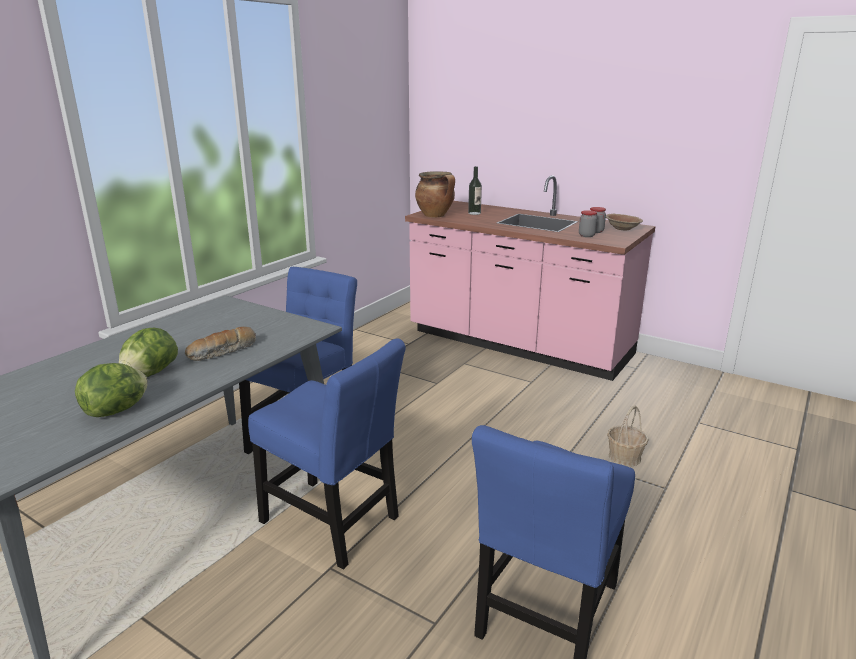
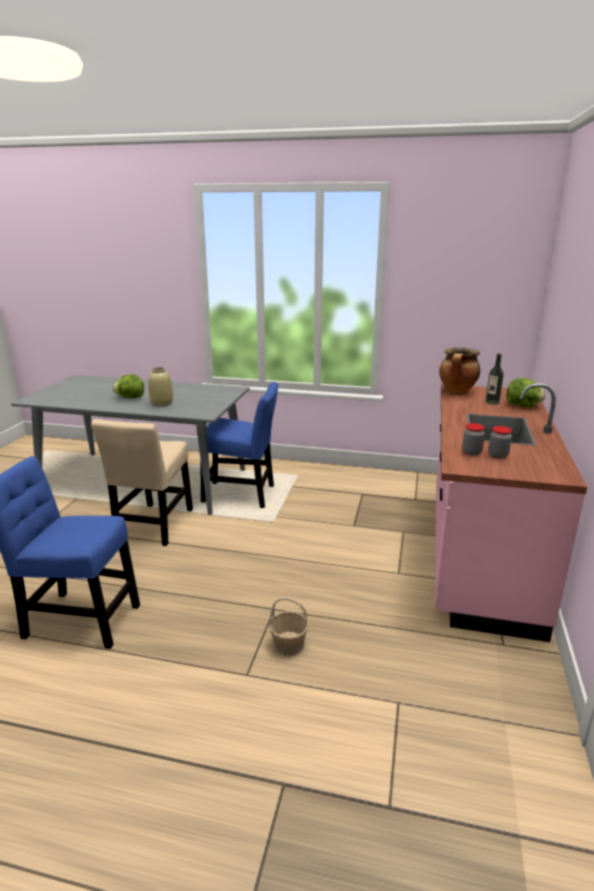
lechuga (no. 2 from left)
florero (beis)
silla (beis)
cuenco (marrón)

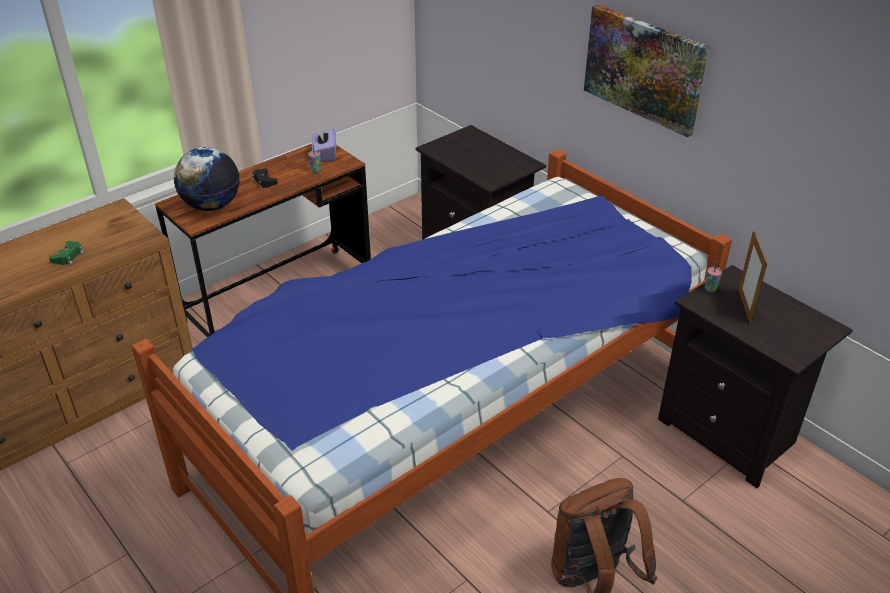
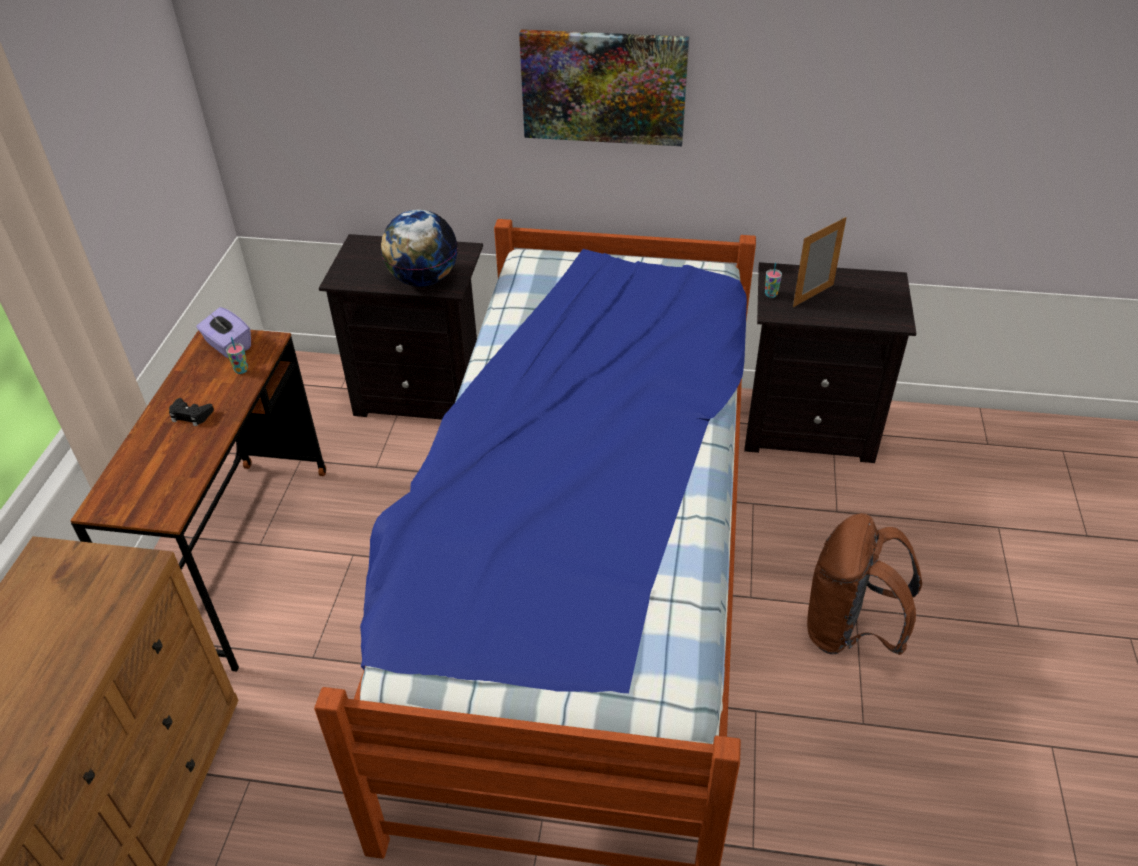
mando de consola (verde)
globo terráqueo
portarretratos

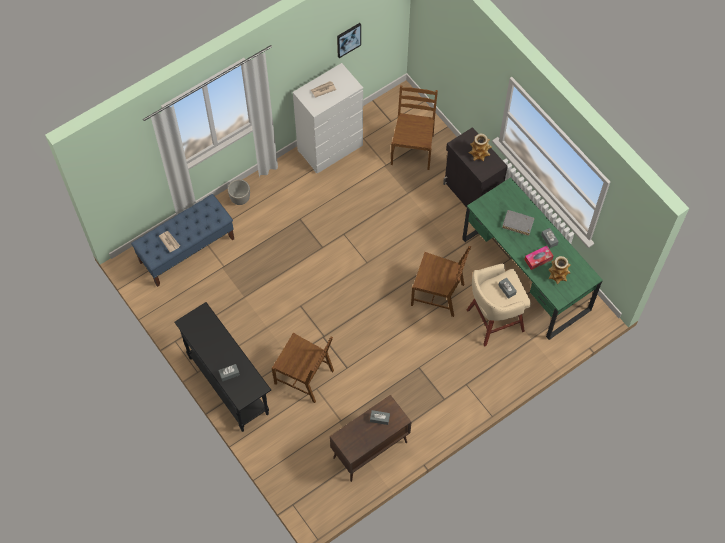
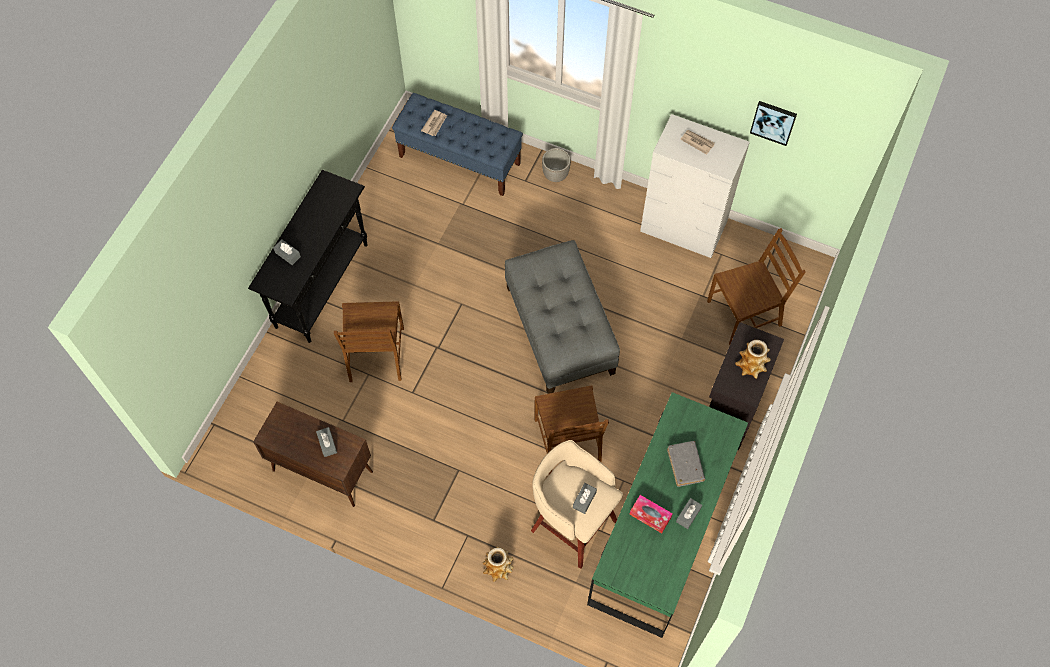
florero (no. 1 from left)
puf (gris)

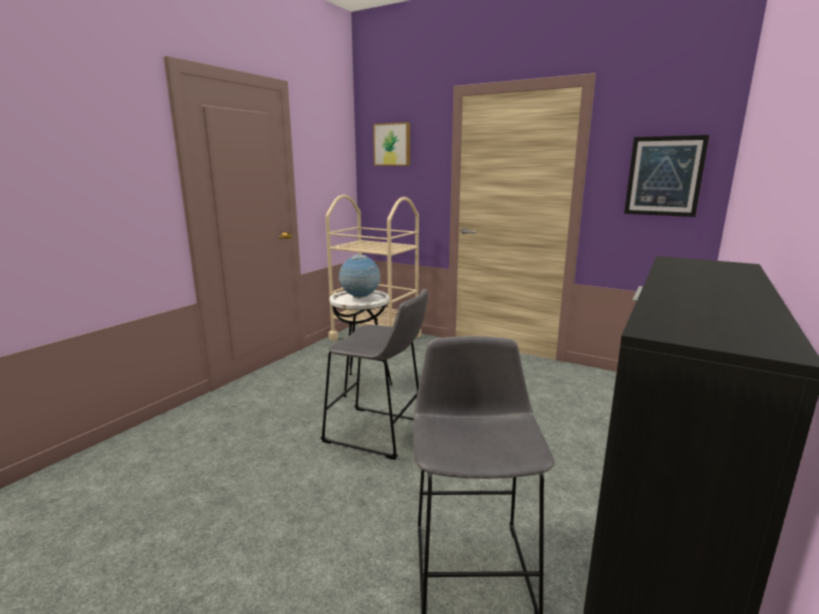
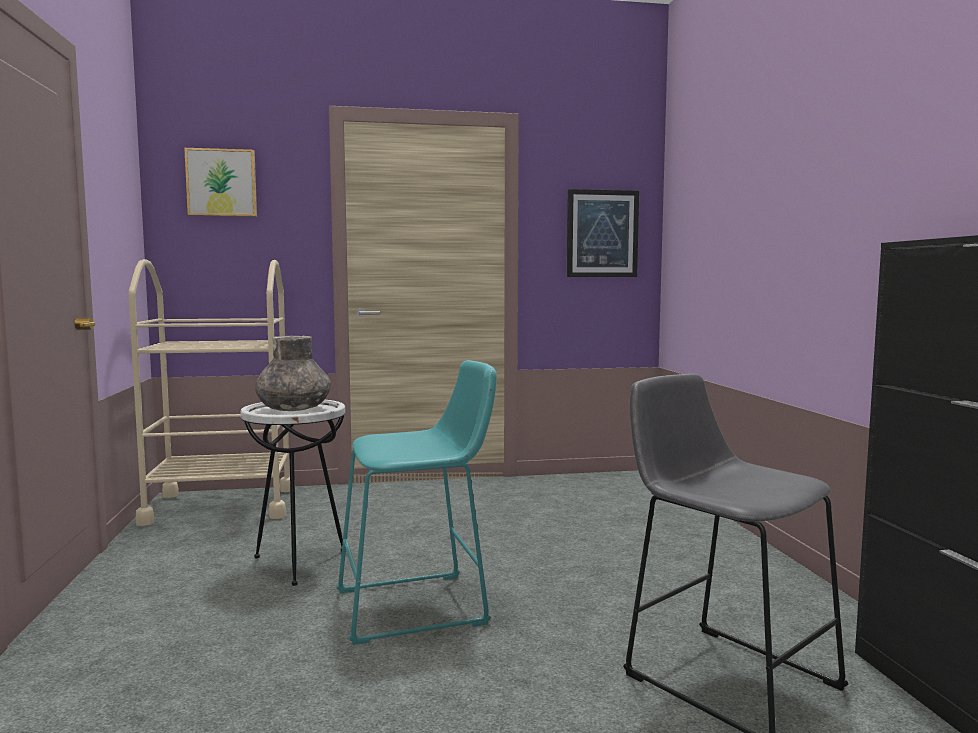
taburete (turquesa)
florero (gris)

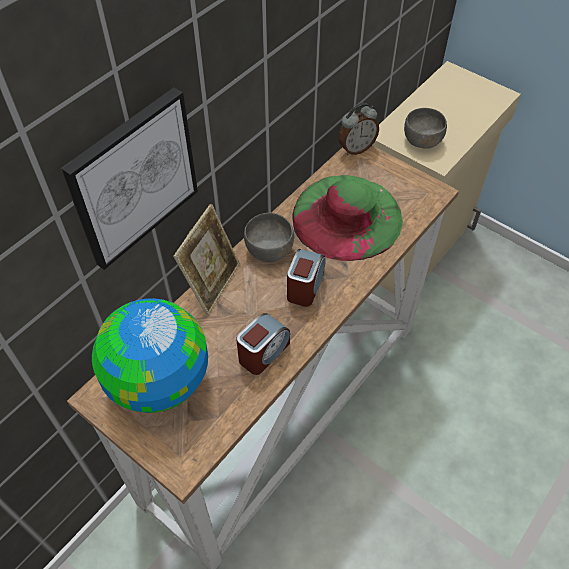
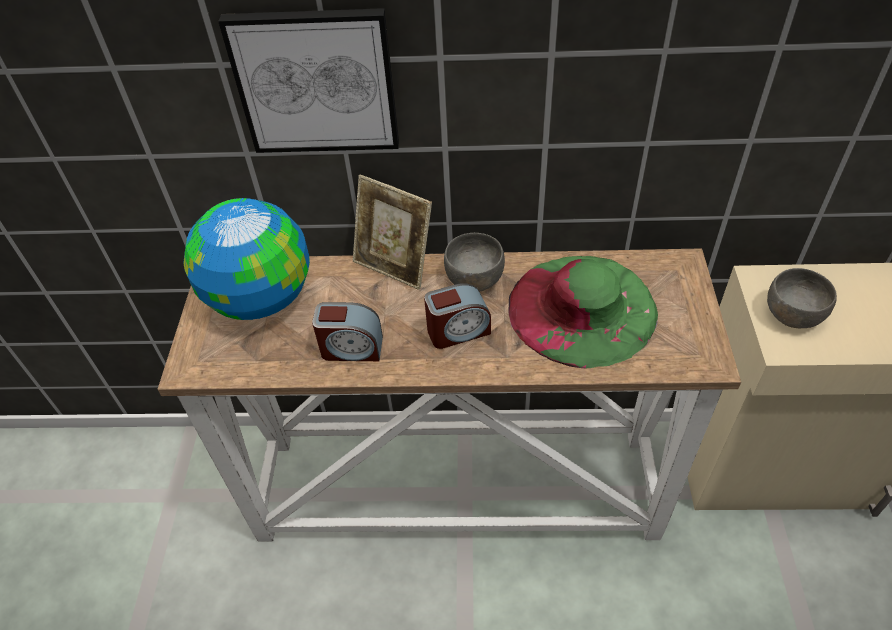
portarretratos
despertador (no. 3 from left in the first image)

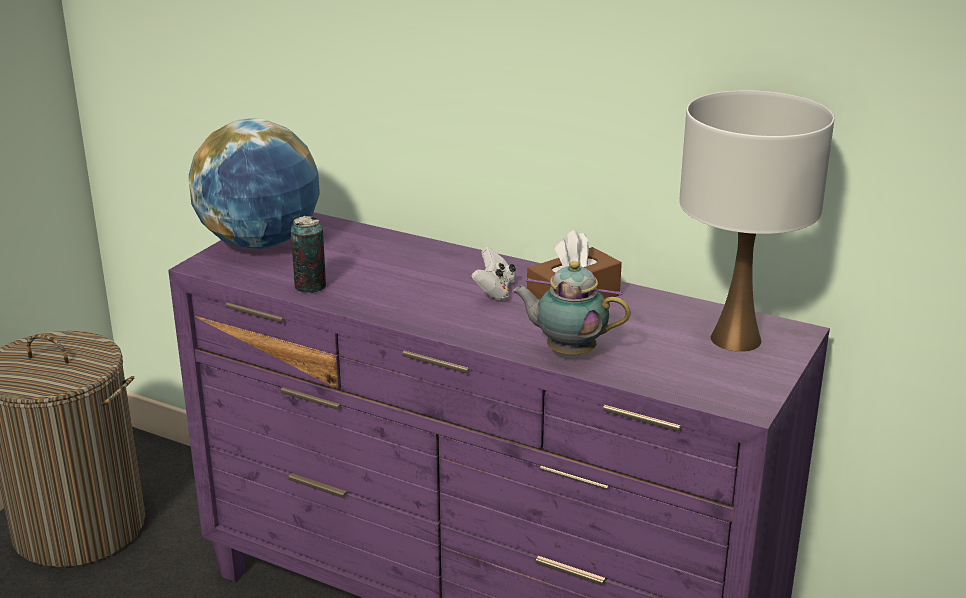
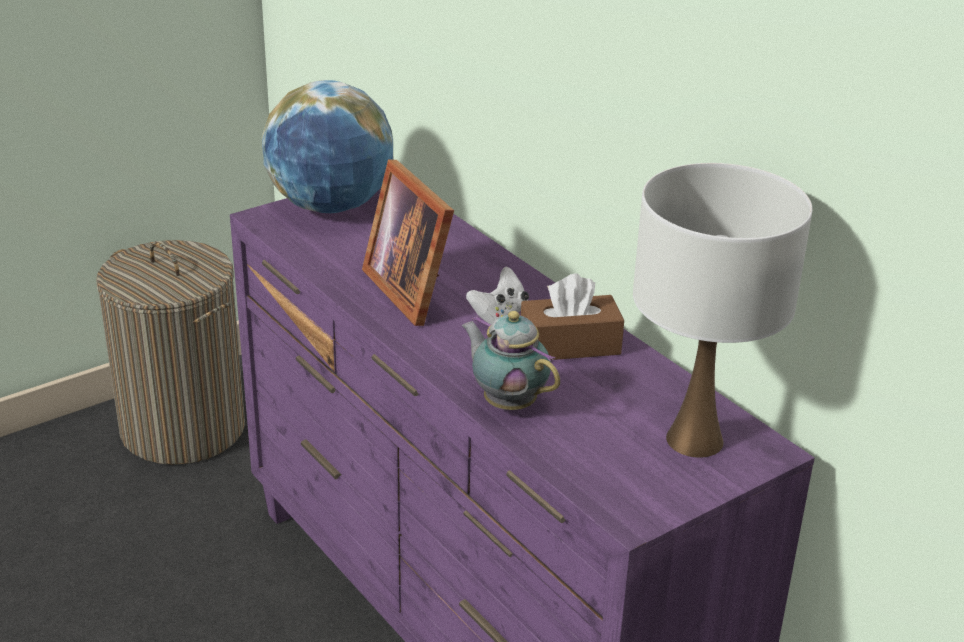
lata
portarretratos

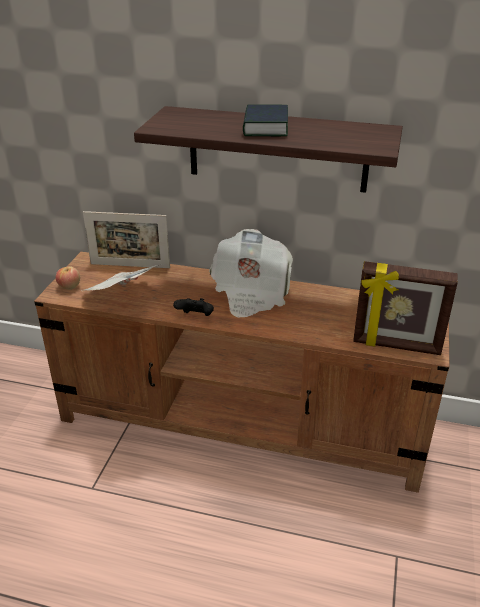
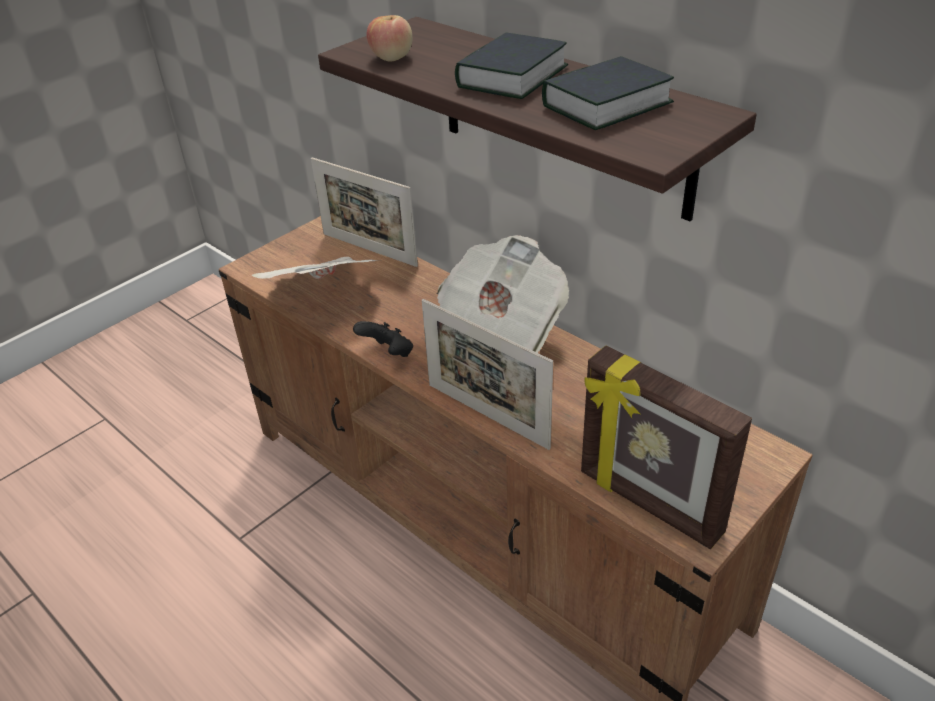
manzana
portarretratos (no. 2 from left)
libro (no. 2 from left)

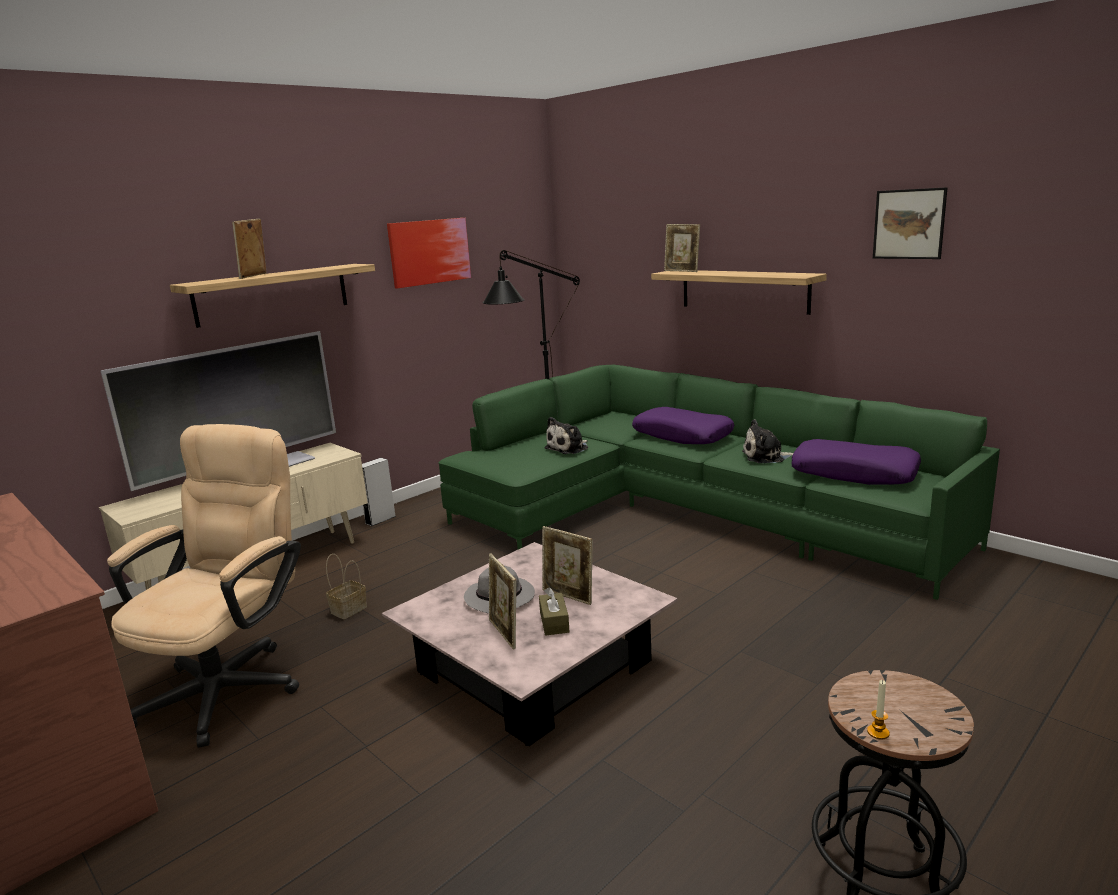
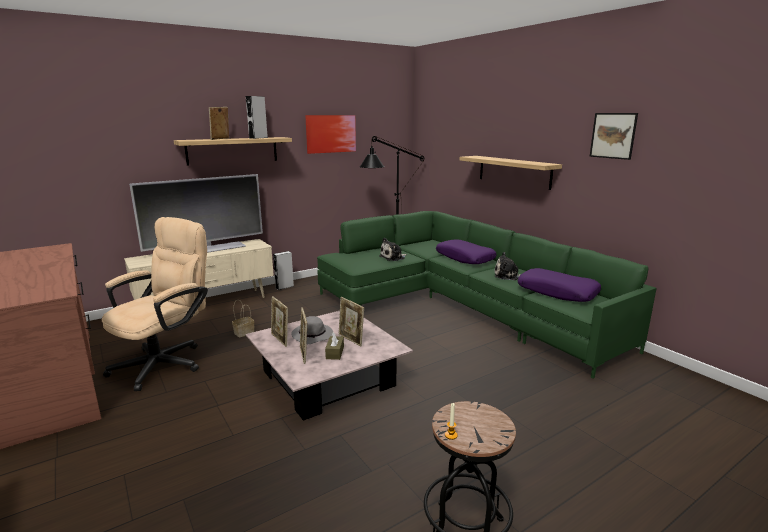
portarretratos (no. 2 from left)
altavoz (gris) (no. 1 from left)

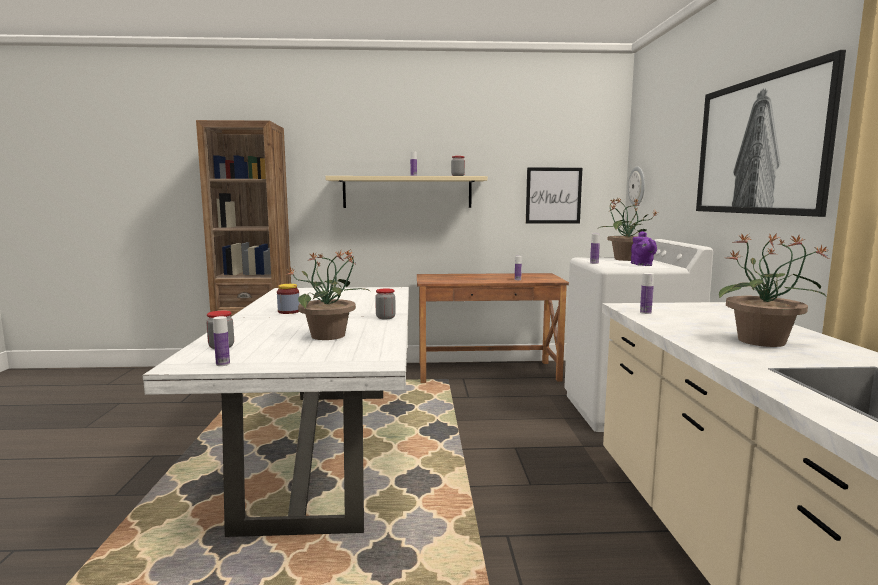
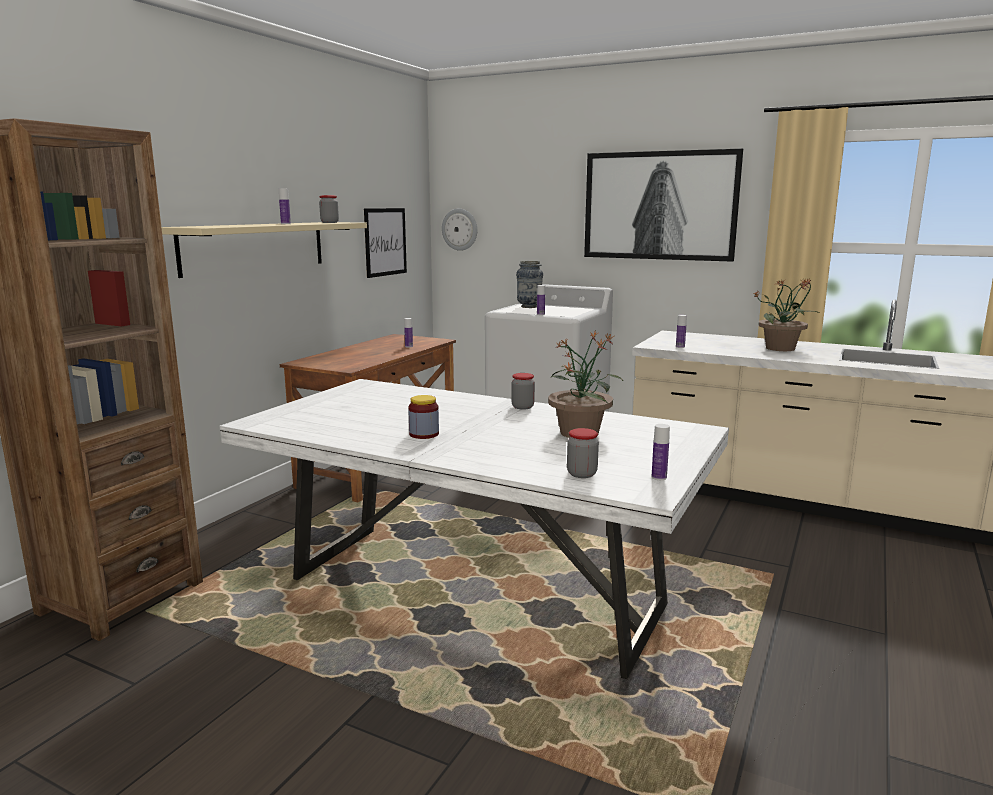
florero
tetera (morado)

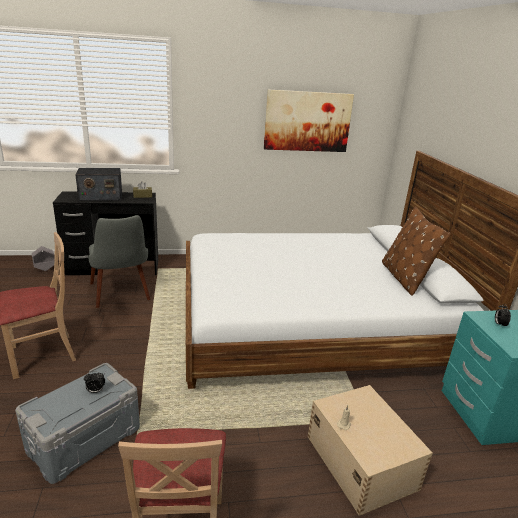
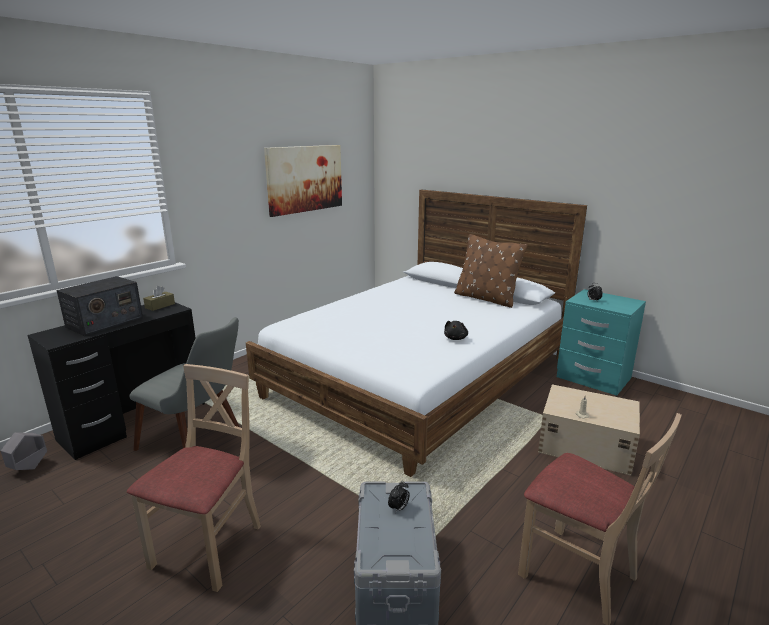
peluche (negro)

